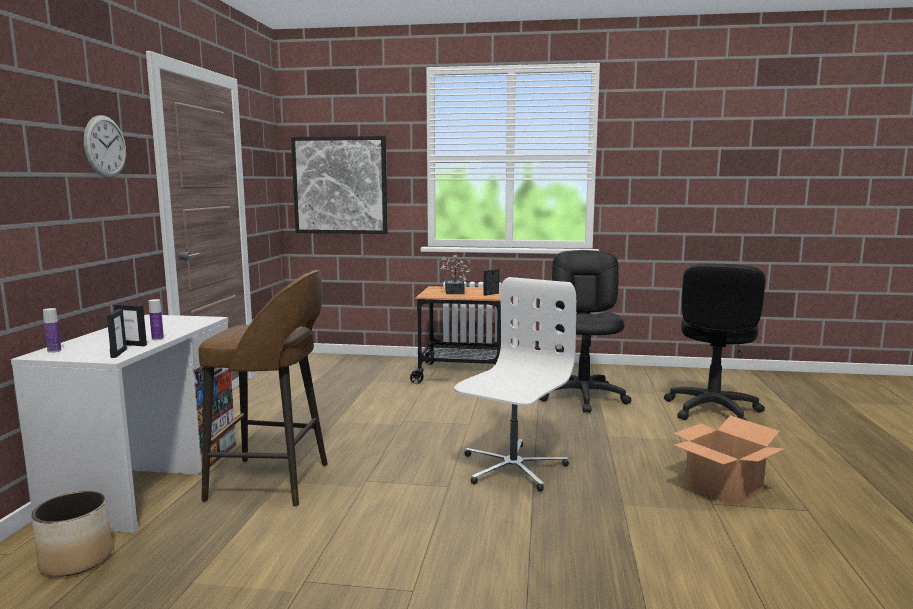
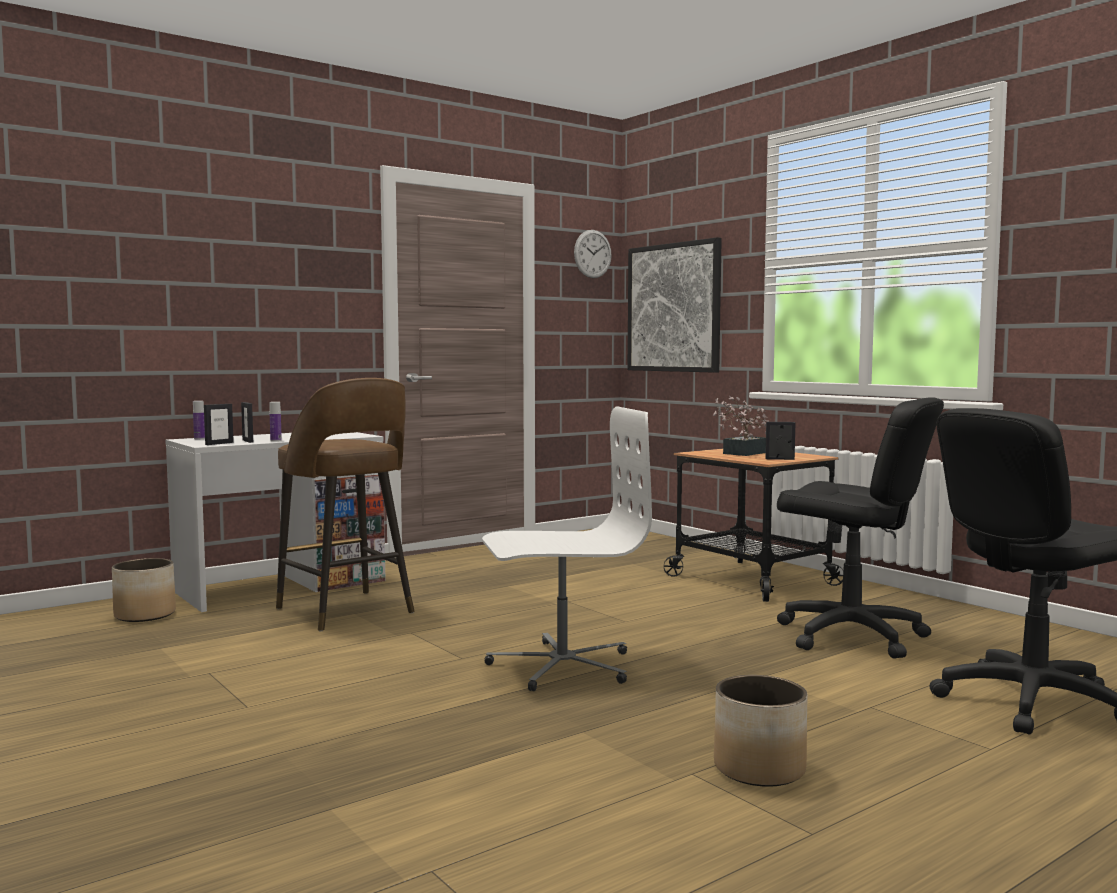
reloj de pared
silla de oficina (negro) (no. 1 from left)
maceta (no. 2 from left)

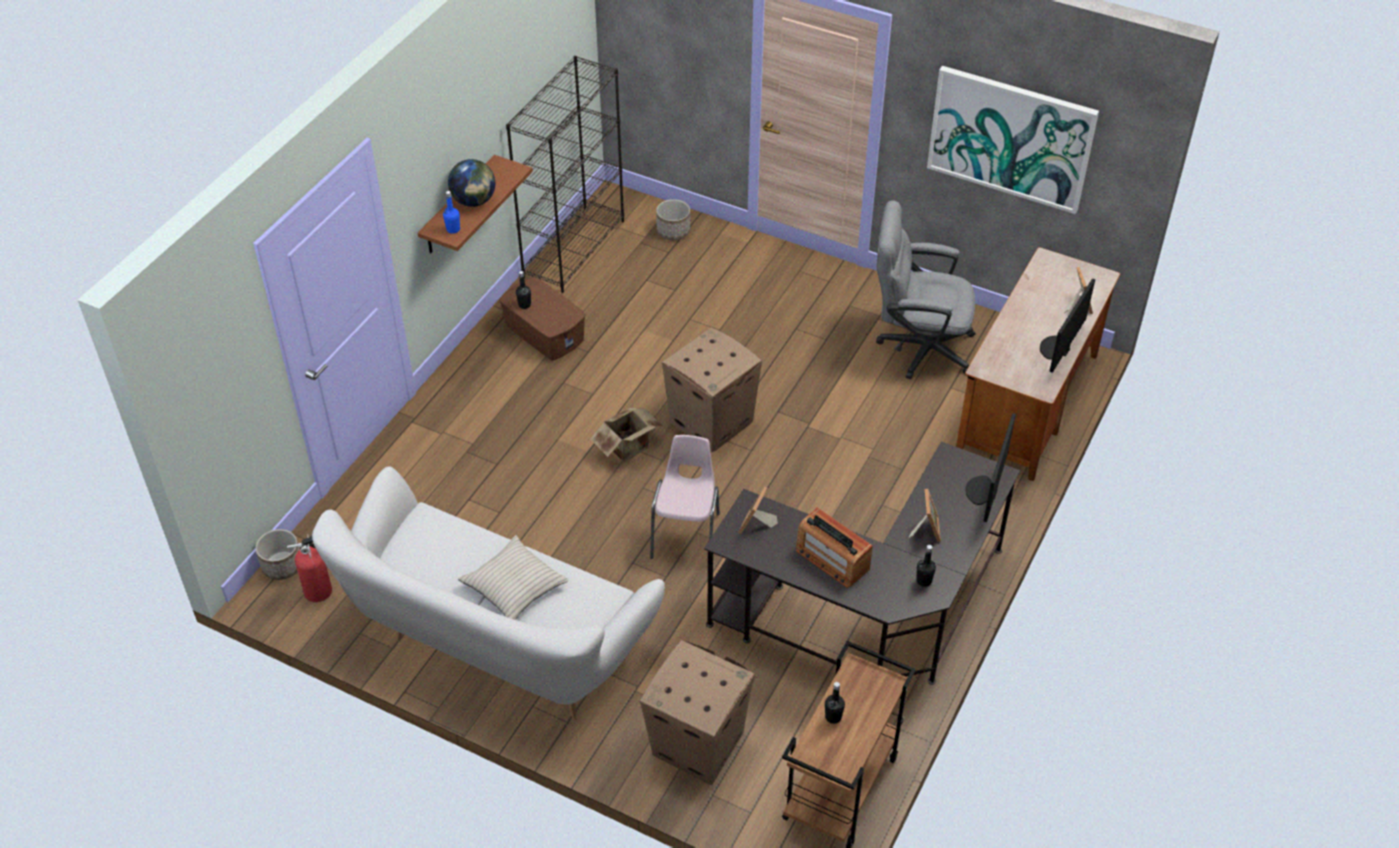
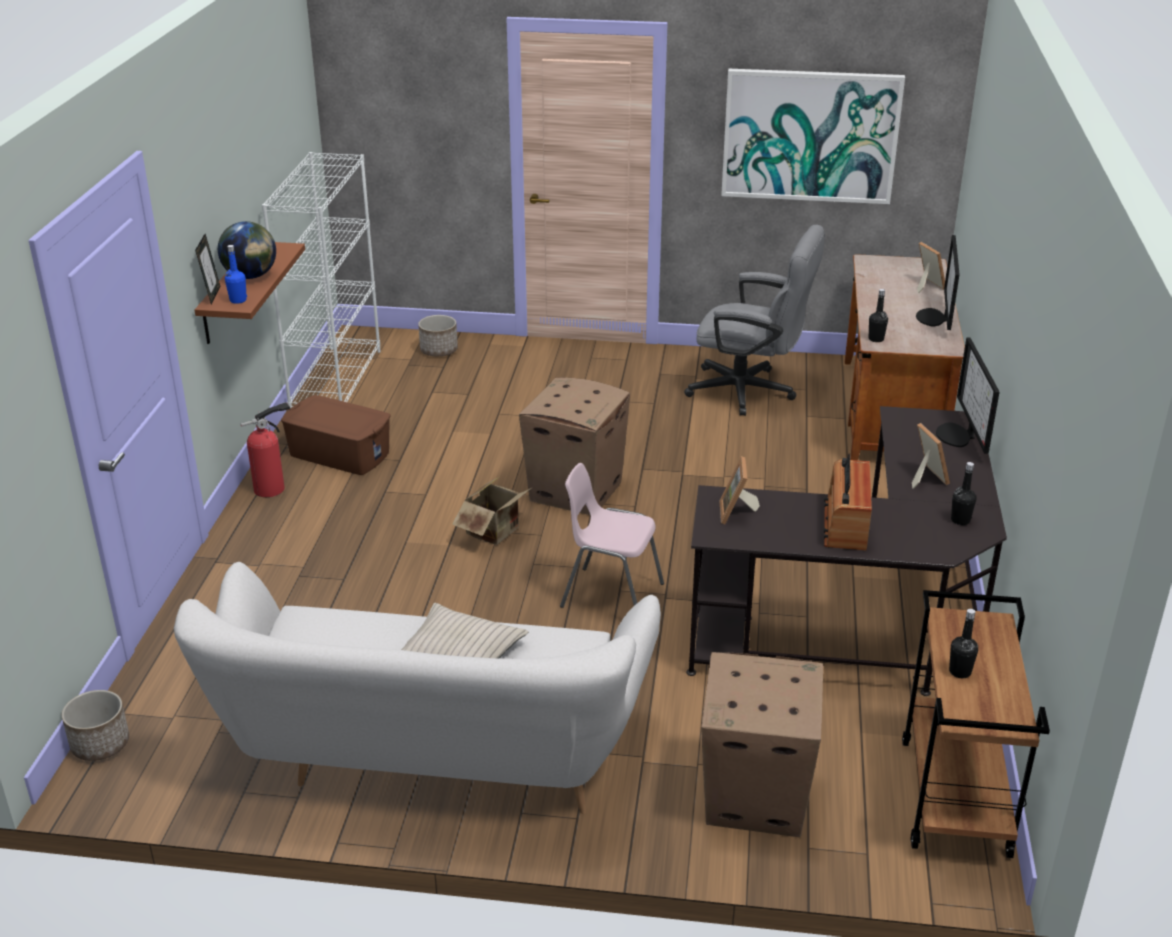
extintor
estantería (blanco)
botella (negro) (no. 1 from left)
silla (rosa)
radio
silla de oficina (gris)
portarretratos (no. 1 from left)

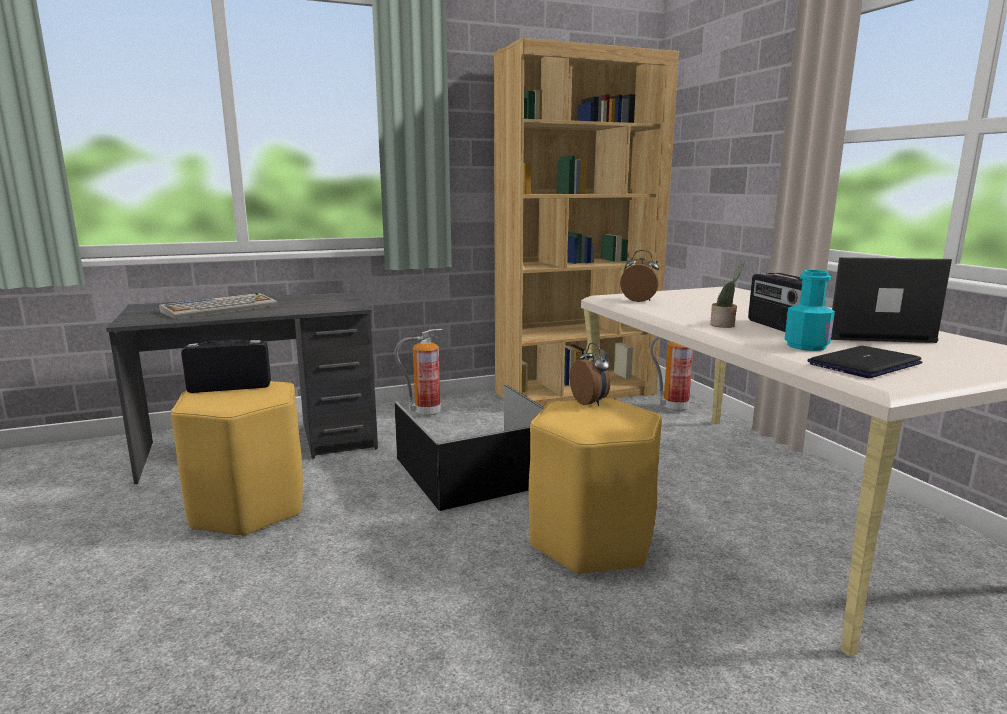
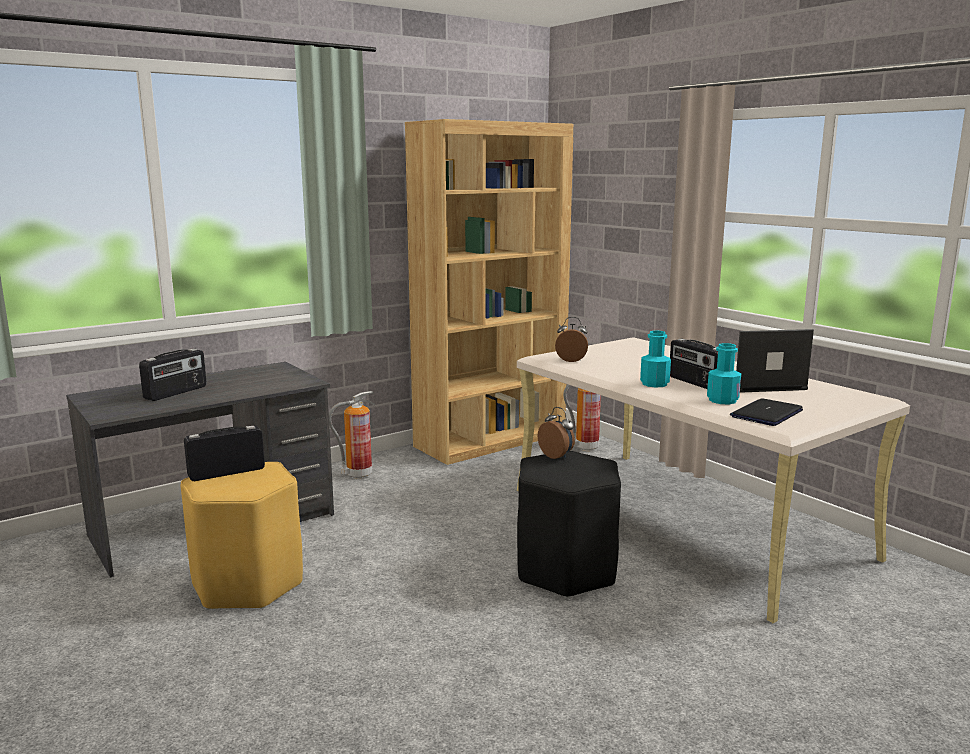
radio (no. 1 from left)
caja de almacenaje (negro)
taburete (negro)
botella (turquesa) (no. 1 from left)

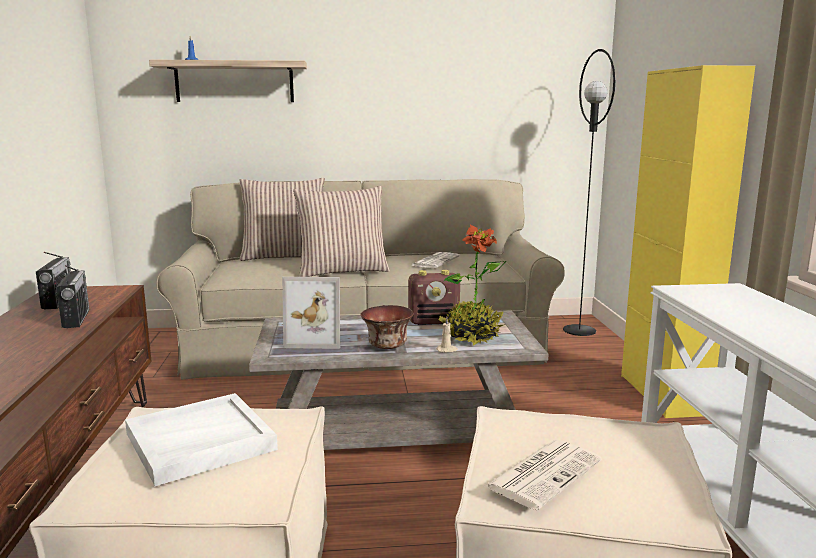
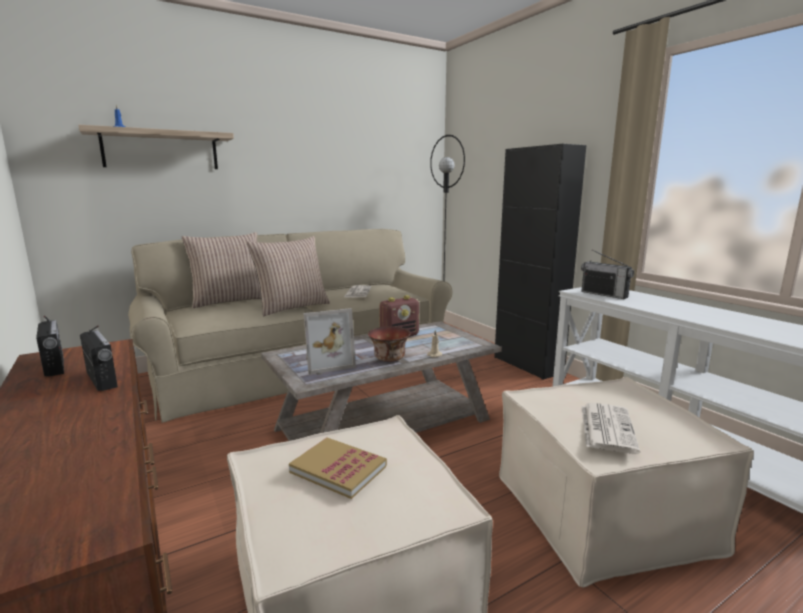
libro
planta en maceta
armario (negro)
radio (no. 4 from left)

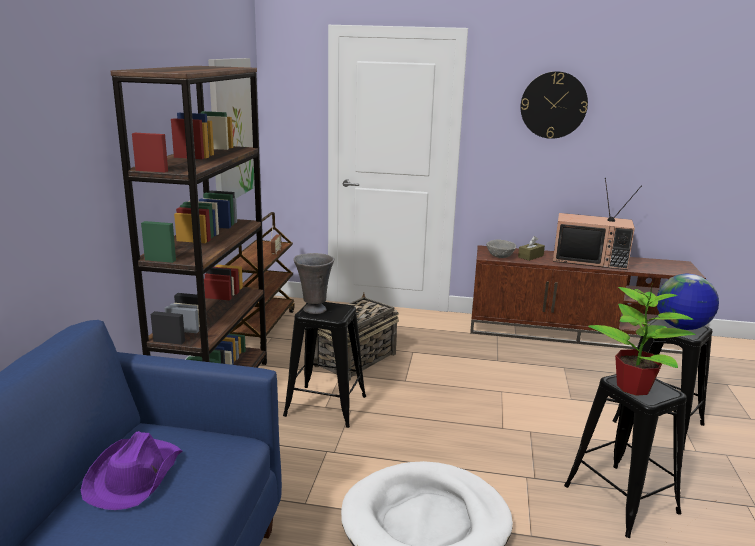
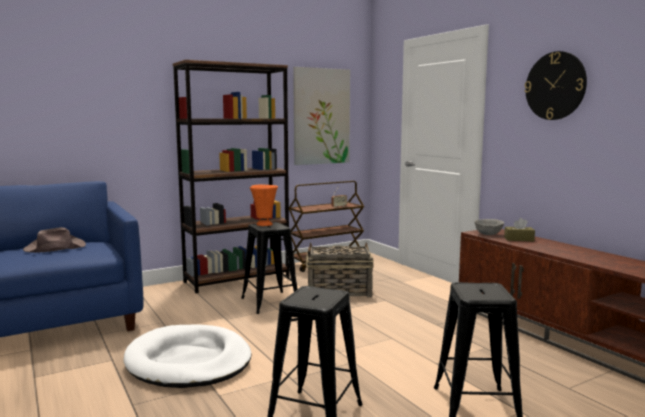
sombrero (marrón)
florero (naranja)
televisor
planta en maceta
globo terráqueo

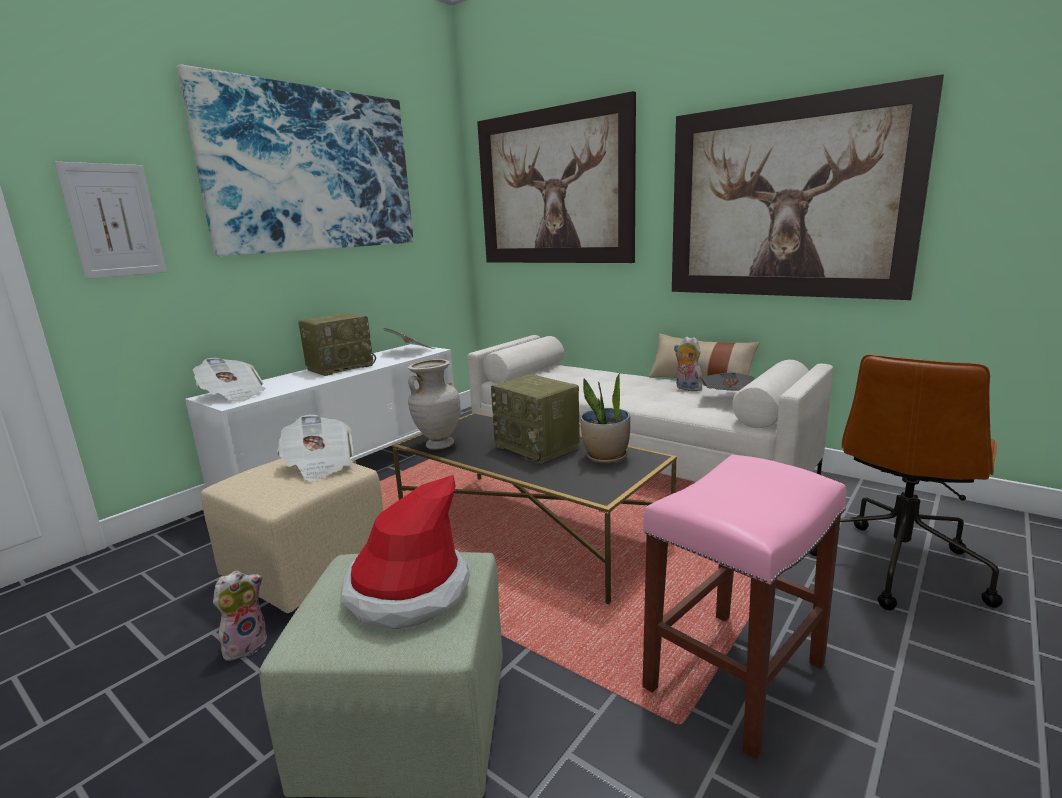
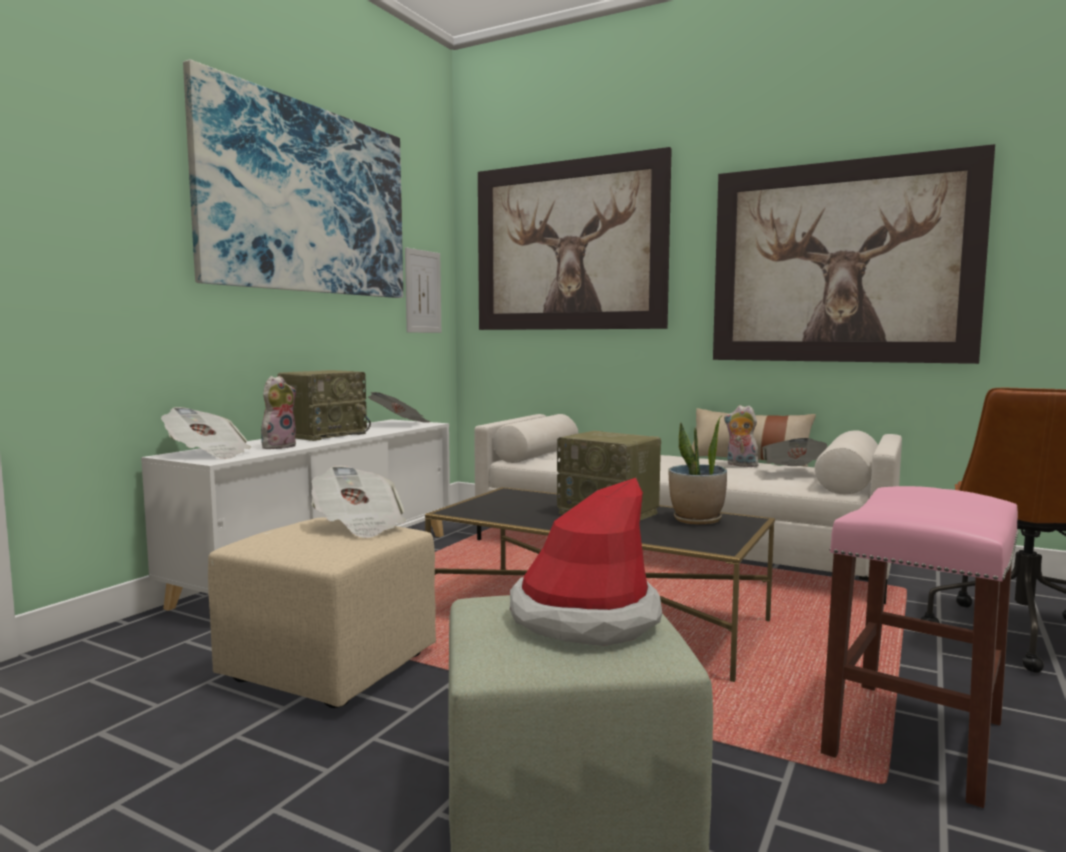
cuadro (no. 2 from left)
peluche (no. 1 from left)
florero (beis)

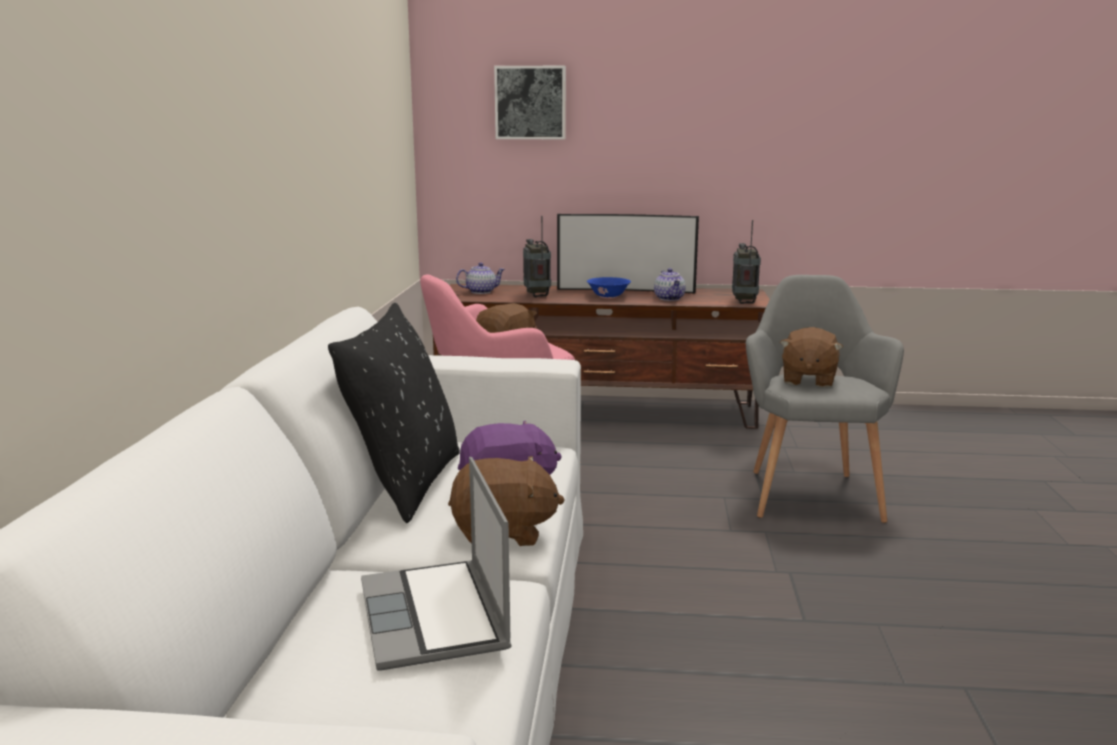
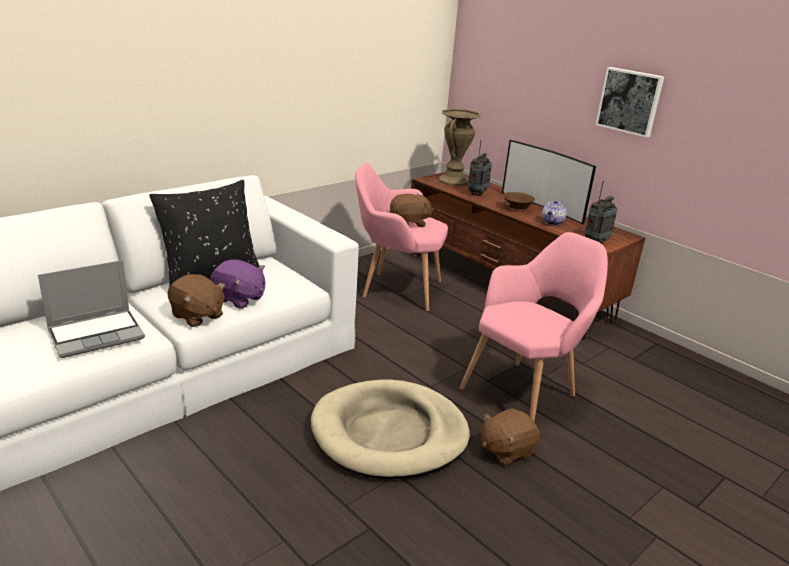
portátil
florero (marrón)
cuadro
cuenco (marrón)
sillón (rosa) (no. 2 from left)
peluche (marrón) (no. 3 from left)
cama para perro (beis)

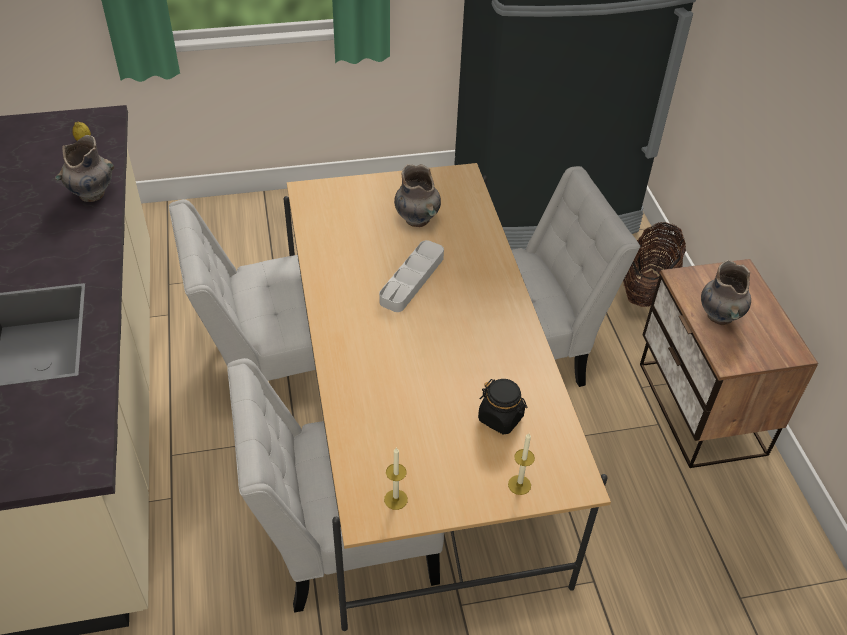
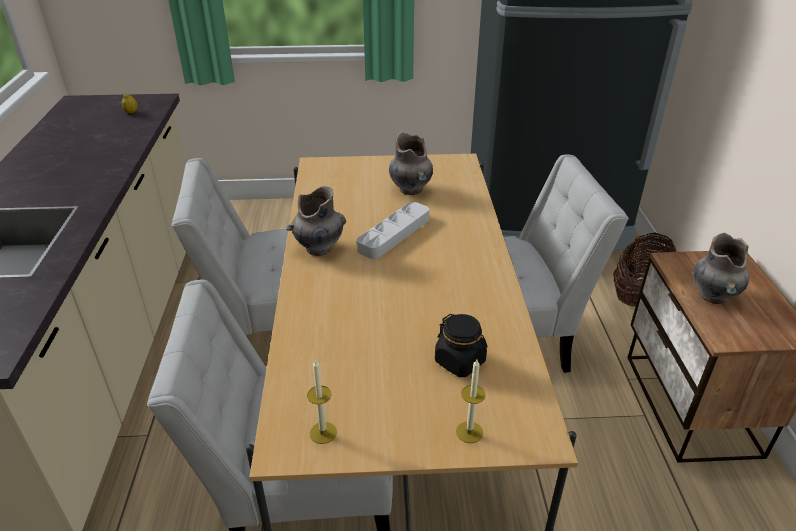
florero (gris) (no. 1 from left)

